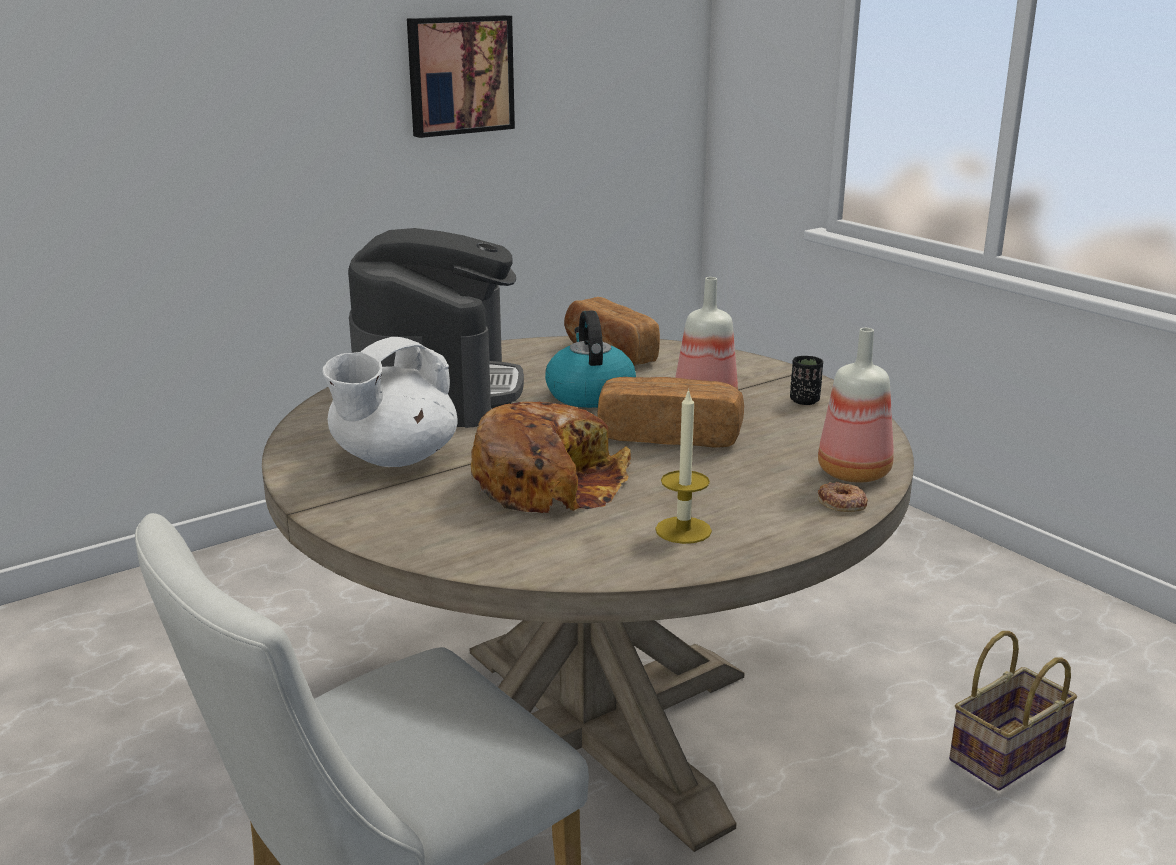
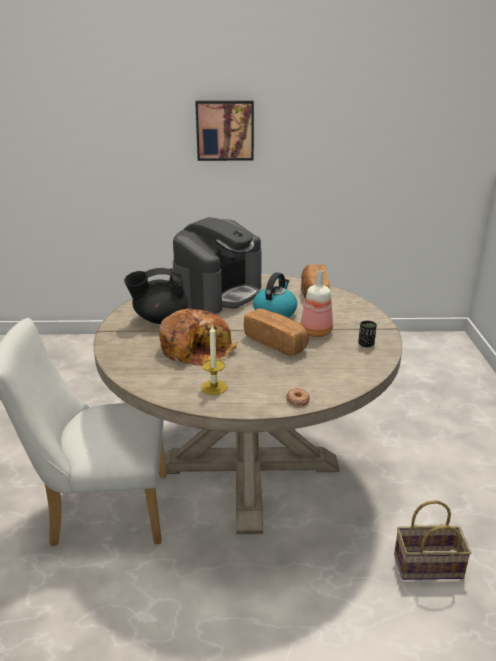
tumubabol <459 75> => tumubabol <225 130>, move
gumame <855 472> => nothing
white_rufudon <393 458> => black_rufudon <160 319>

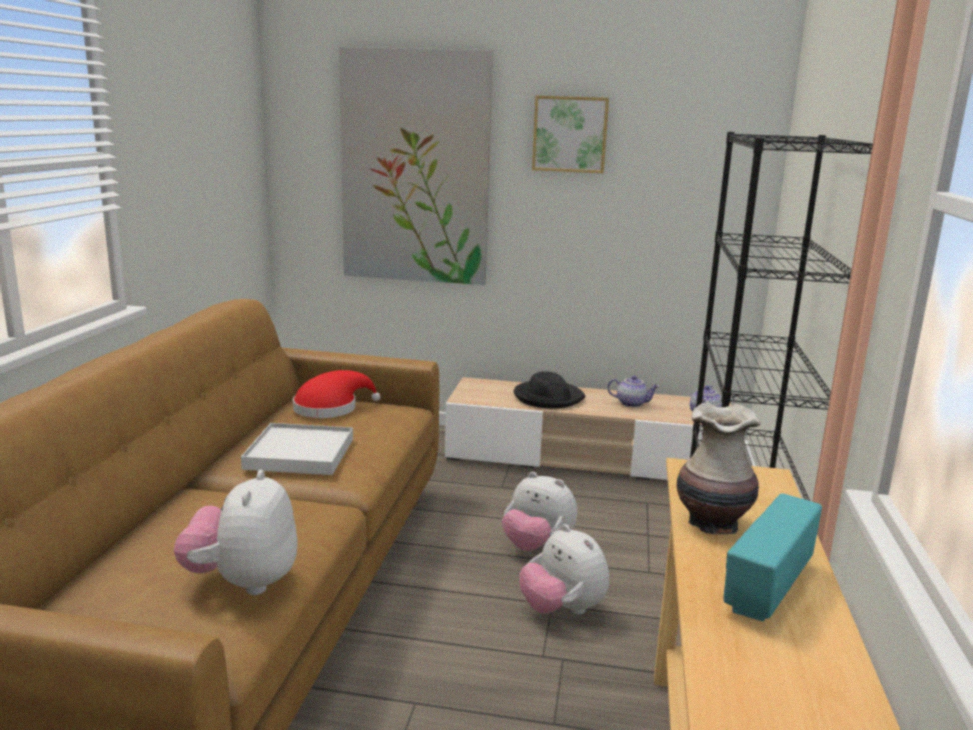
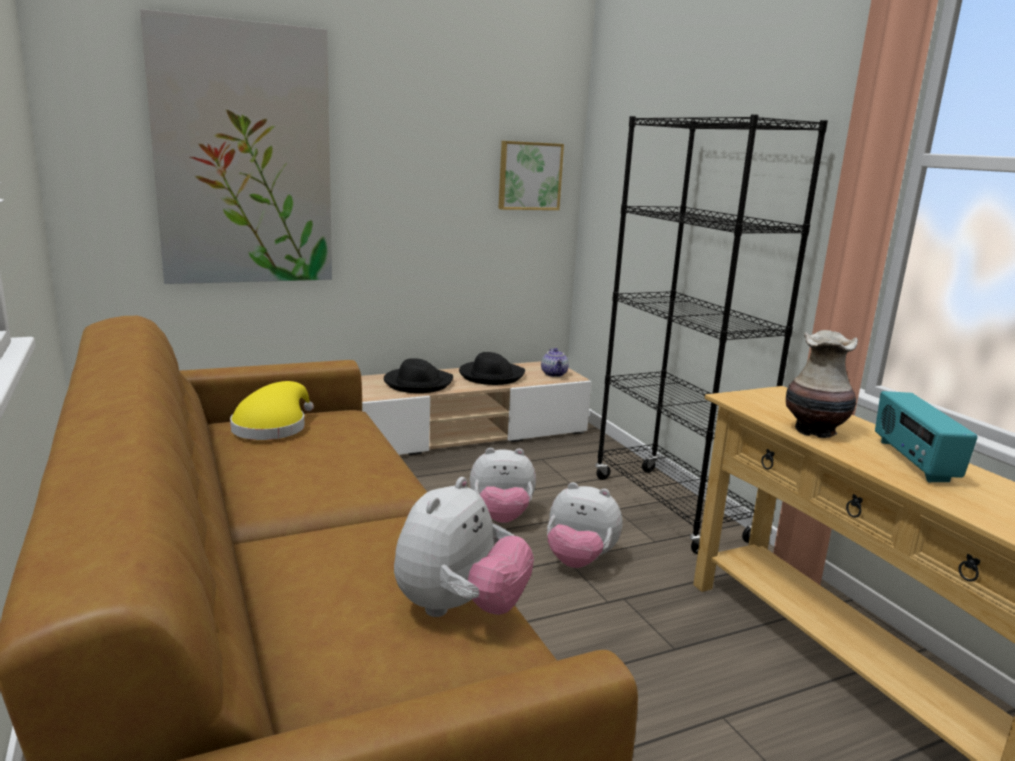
tumubabol <570 134> => tumubabol <529 176>, move
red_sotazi <330 408> => yellow_sotazi <272 427>
rufudon <632 403> => black_sotazi <491 376>
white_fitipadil <299 453> => nothing
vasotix <243 582> => vasotix <459 609>, 120 degrees counterclockwise

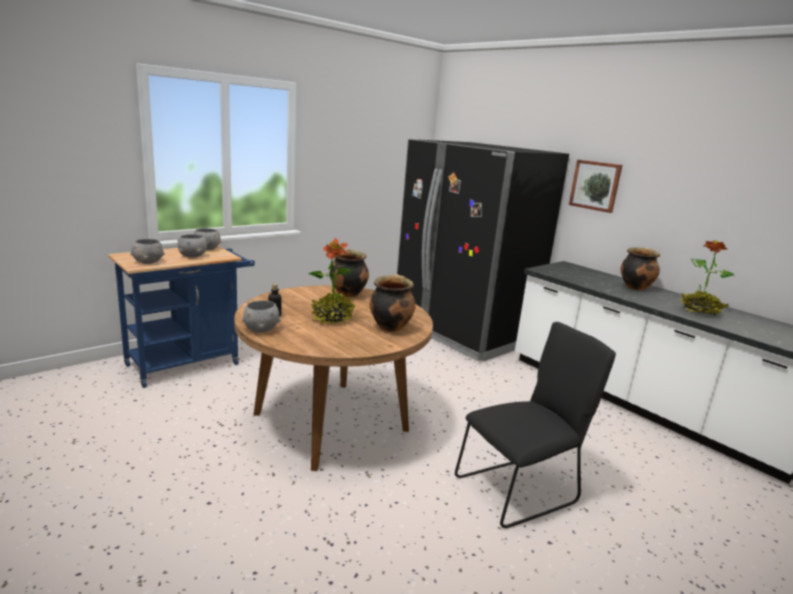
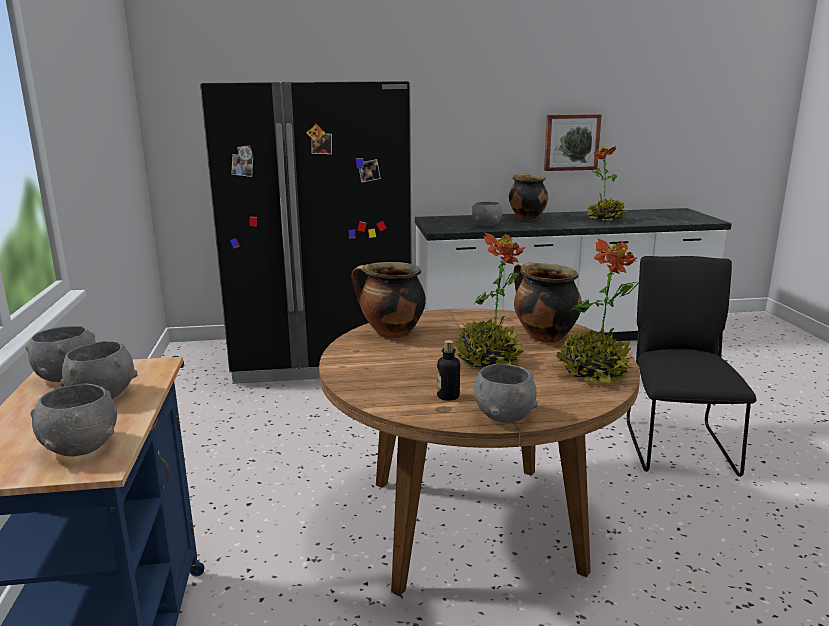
tumubabol <595 185> => tumubabol <571 142>, move
nothing => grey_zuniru <486 225>
nothing => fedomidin <593 373>

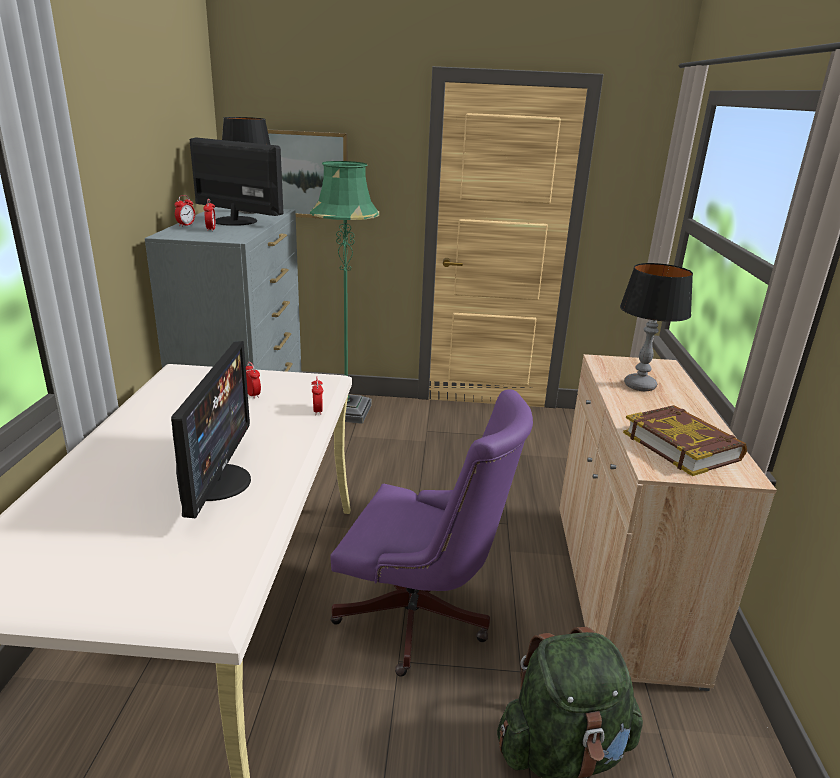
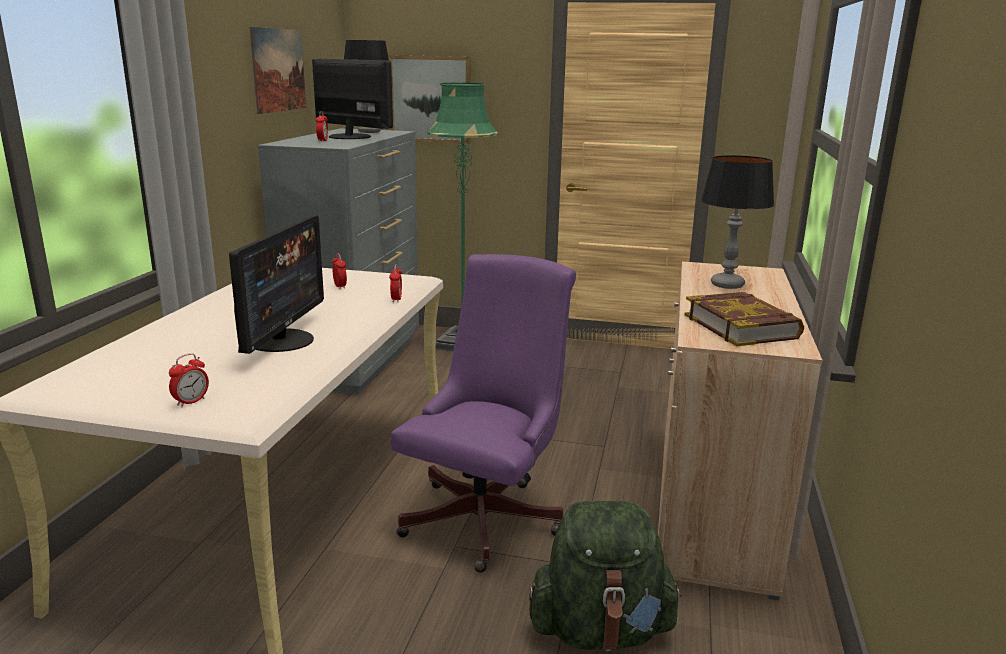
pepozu <186 225> => pepozu <191 402>, move
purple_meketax <421 619> => purple_meketax <488 516>, 90 degrees counterclockwise
nothing => tumubabol <278 70>

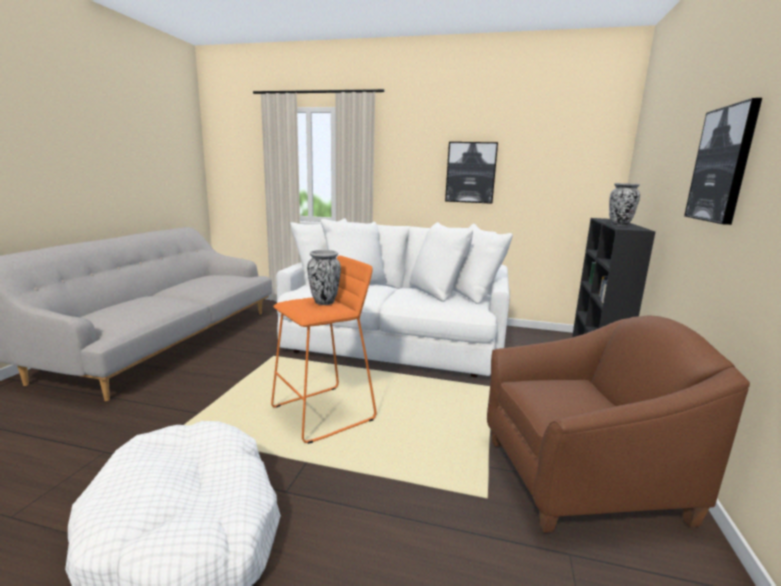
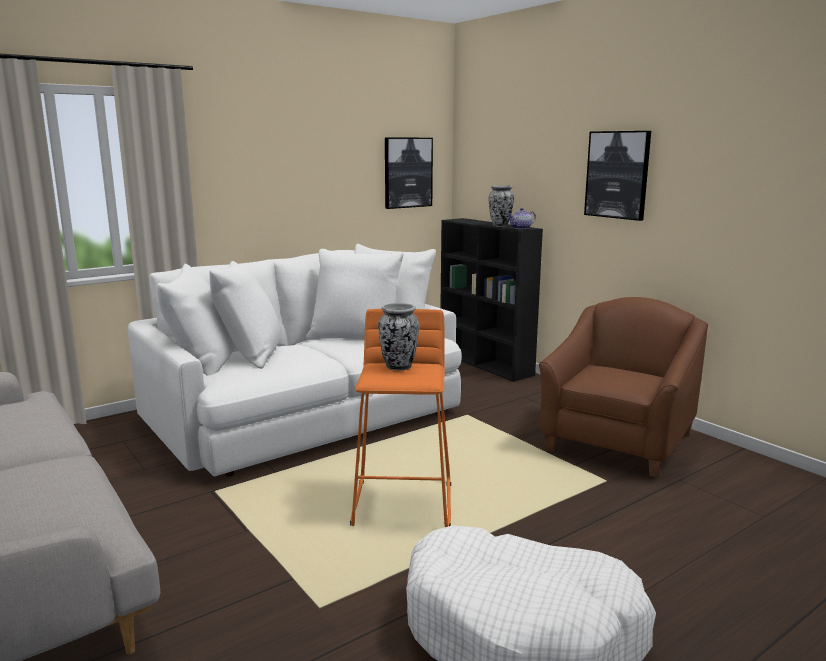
tumubabol <471 172> => tumubabol <407 172>, move
nothing => rufudon <521 228>

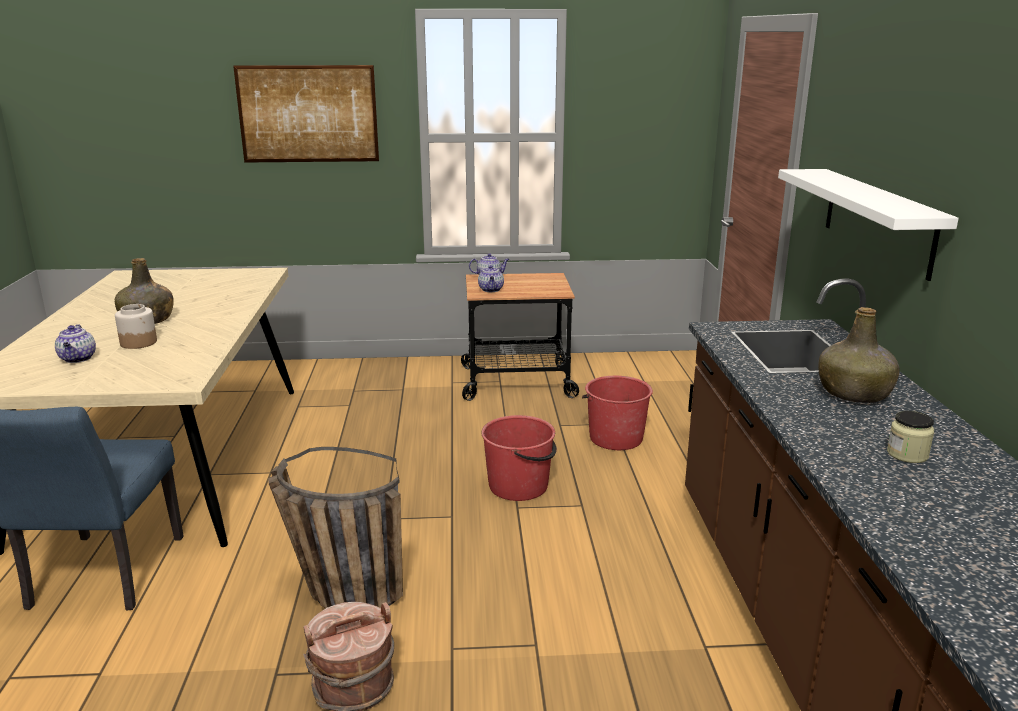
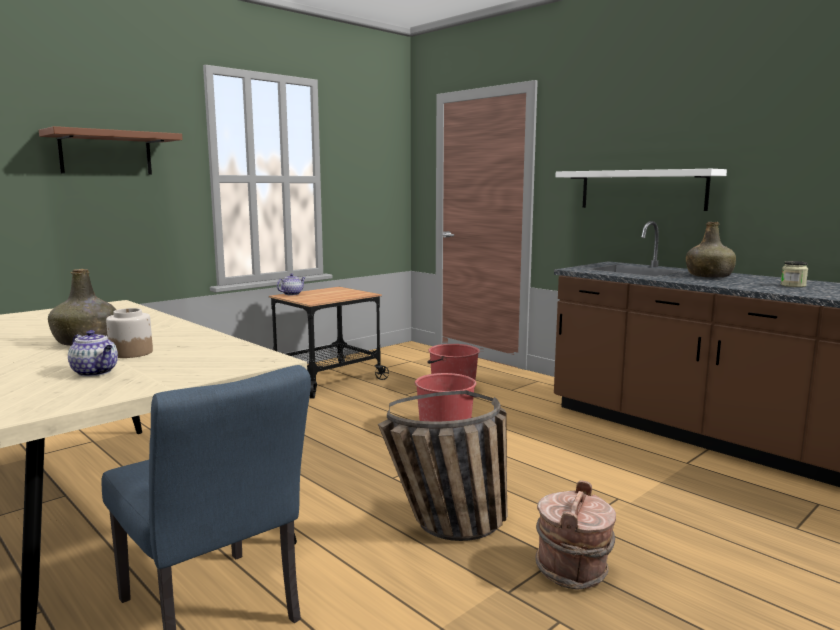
tumubabol <308 114> => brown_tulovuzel <106 153>
rufudon <491 290> => nothing

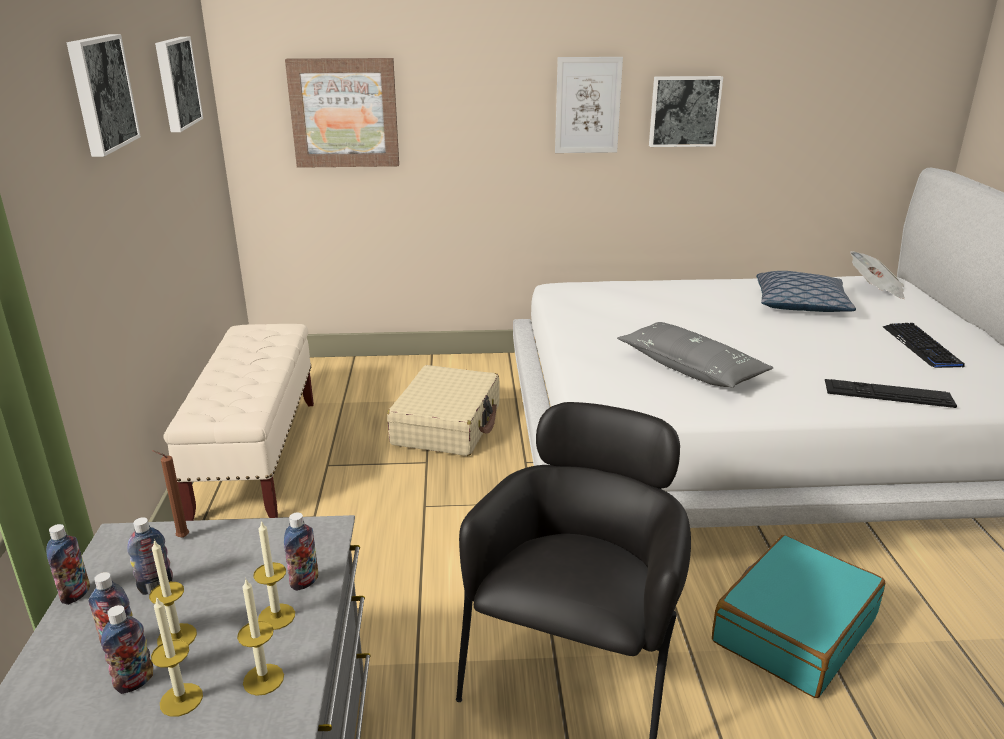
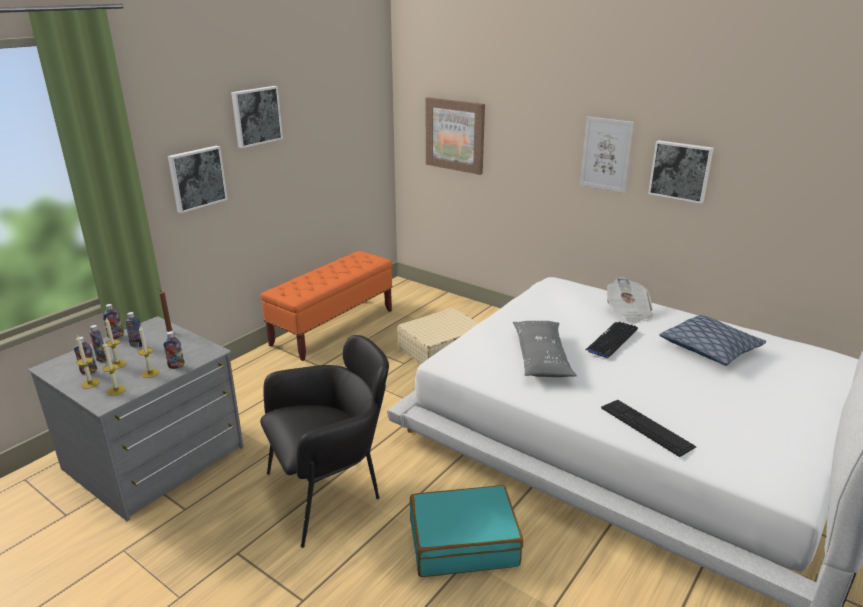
tumubabol <175 83> => tumubabol <197 178>, move
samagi <875 290> => samagi <628 312>, move
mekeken <921 346> => mekeken <612 340>, move
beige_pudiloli <257 457> => orange_pudiloli <333 327>

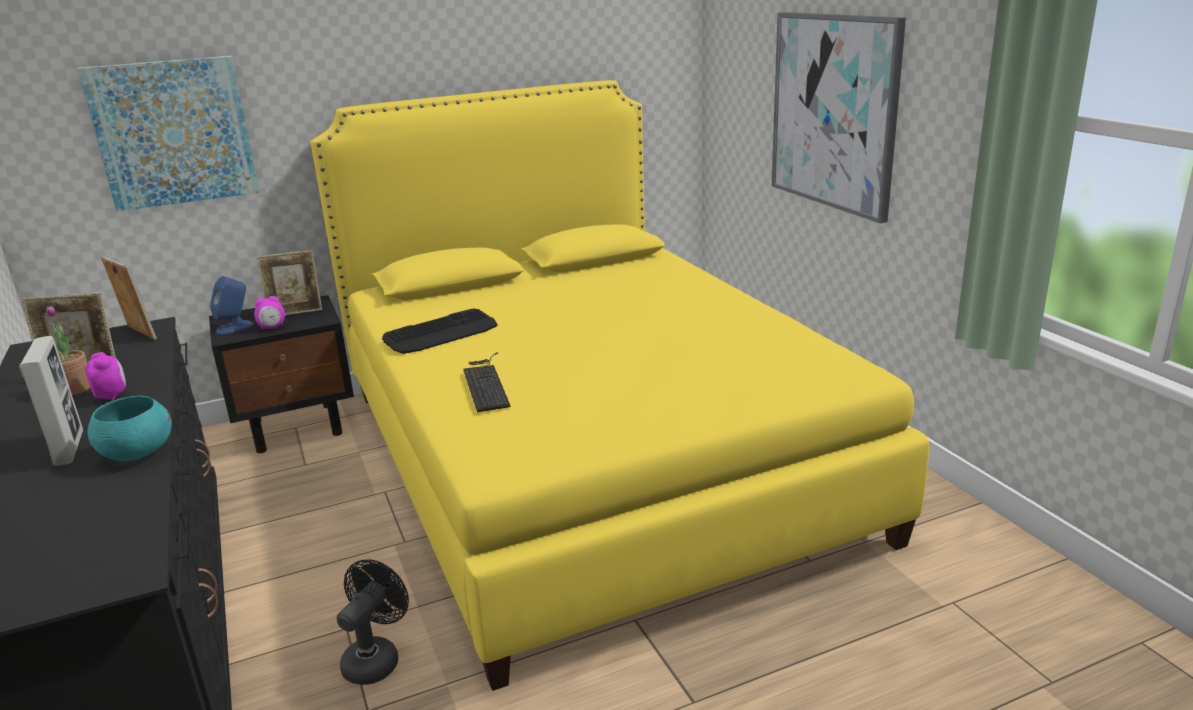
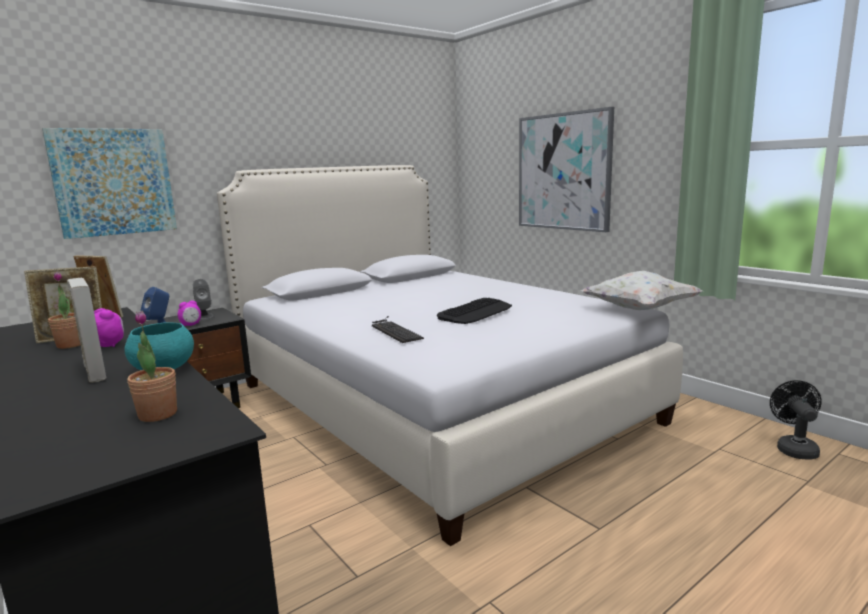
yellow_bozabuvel <586 459> => white_bozabuvel <433 402>
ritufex <296 313> => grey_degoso <204 317>
mekeken <441 333> => mekeken <476 312>, move
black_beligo <376 658> => black_beligo <794 448>, move
nothing => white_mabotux <639 310>
nothing => fedomidin <158 414>

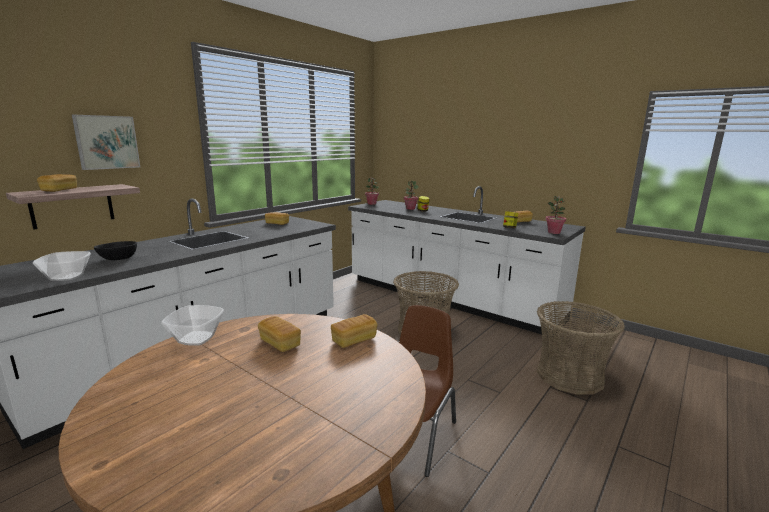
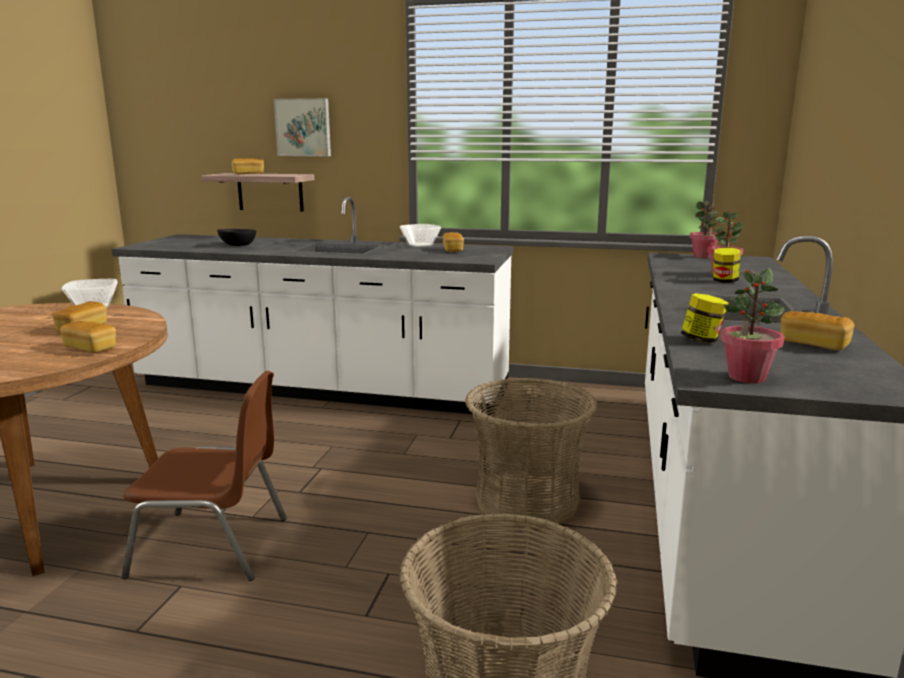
zuniru <67 277> => zuniru <420 245>, move

